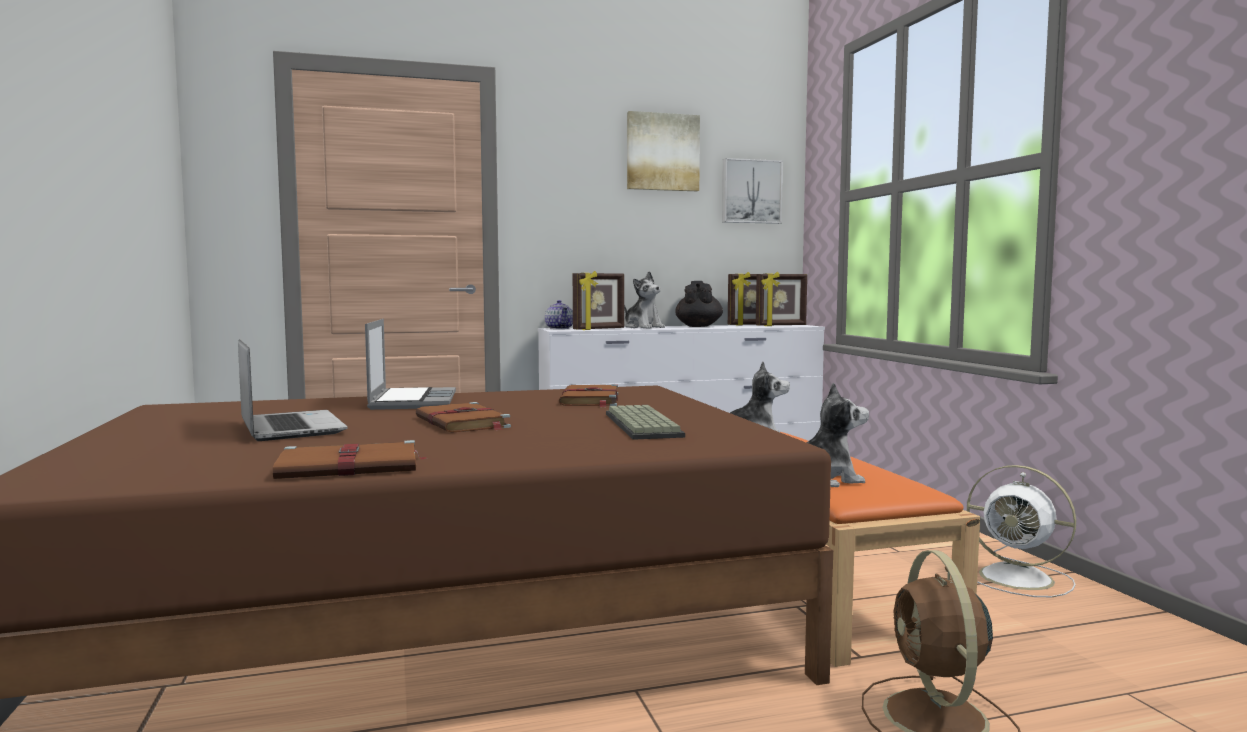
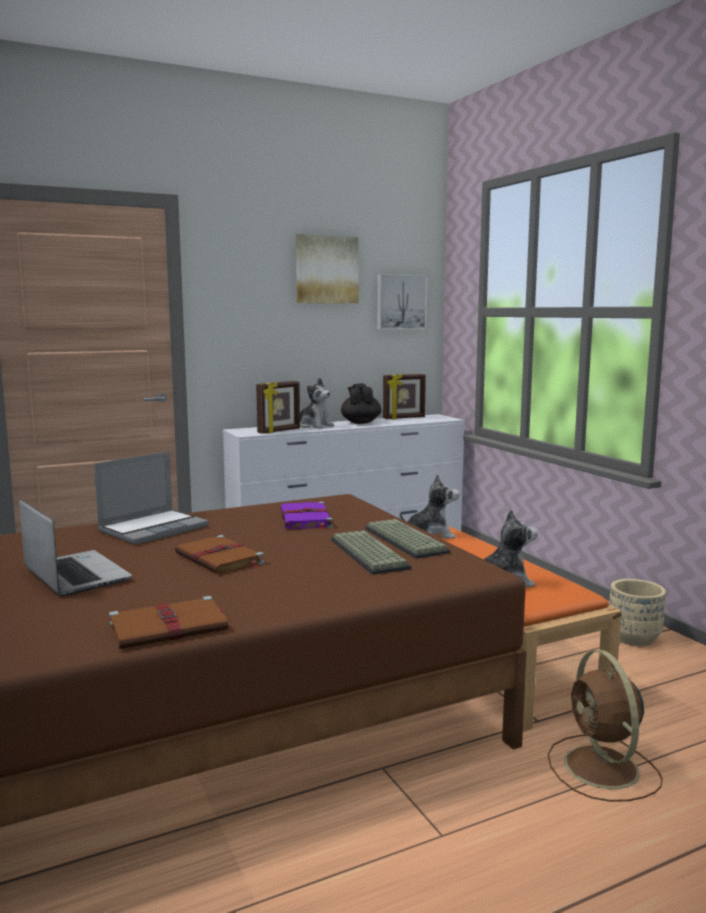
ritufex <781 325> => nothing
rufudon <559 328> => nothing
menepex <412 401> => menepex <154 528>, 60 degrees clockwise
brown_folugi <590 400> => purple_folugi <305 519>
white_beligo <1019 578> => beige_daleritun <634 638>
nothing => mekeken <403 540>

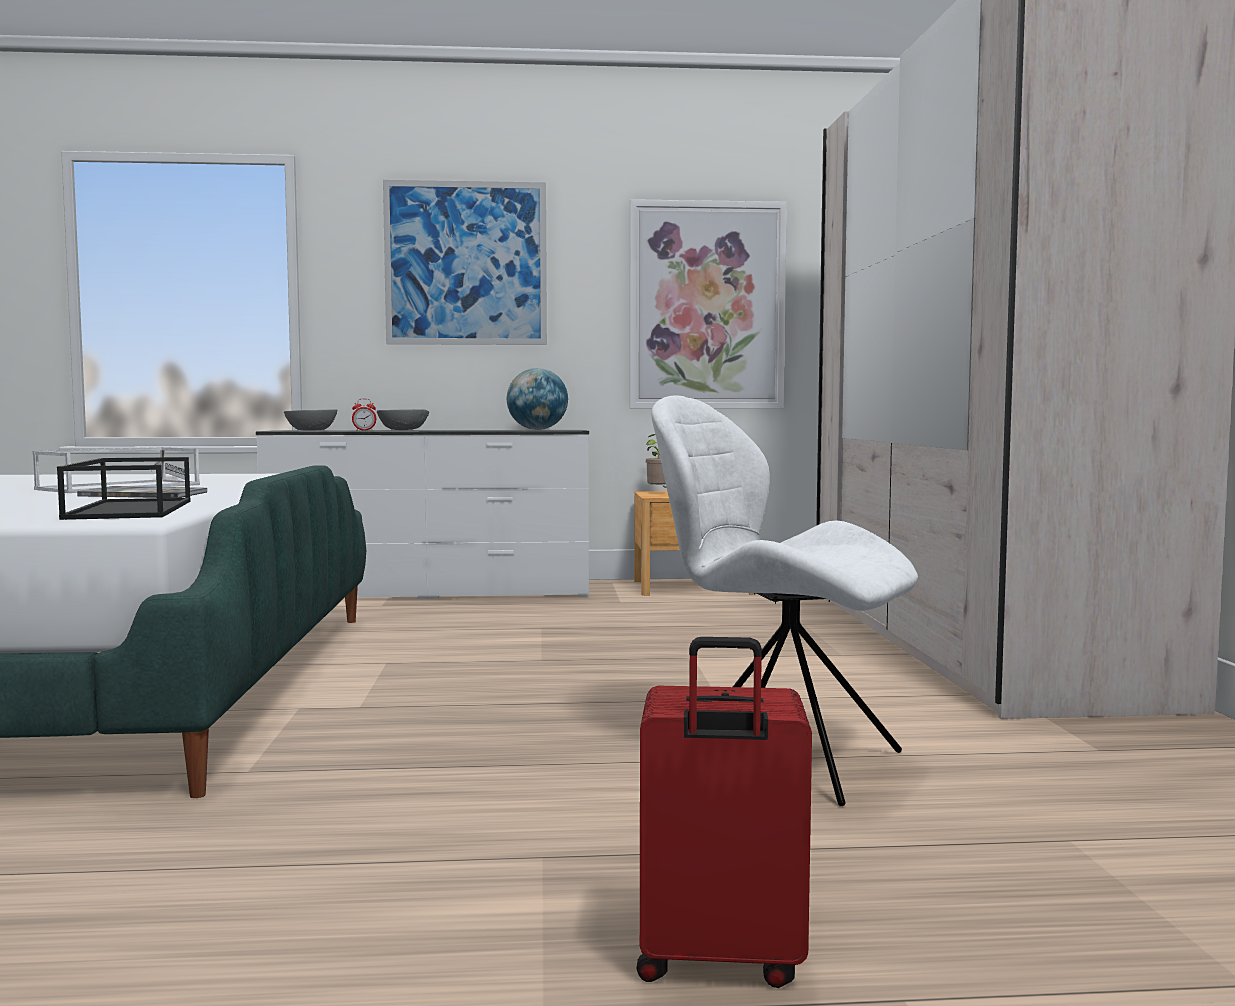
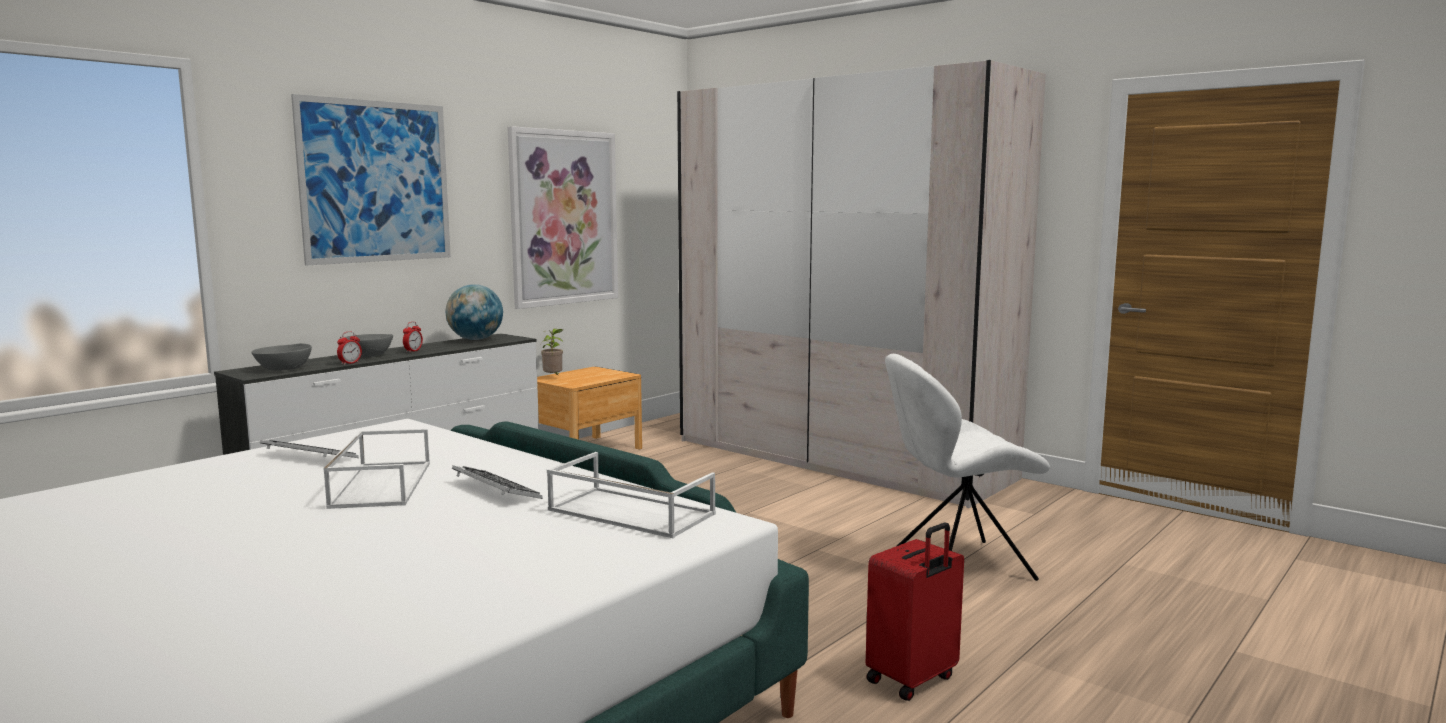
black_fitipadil <128 509> => white_fitipadil <628 512>
folugi <144 495> => mekeken <495 490>
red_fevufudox <719 961> => red_fevufudox <913 680>, move
nothing => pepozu <413 351>

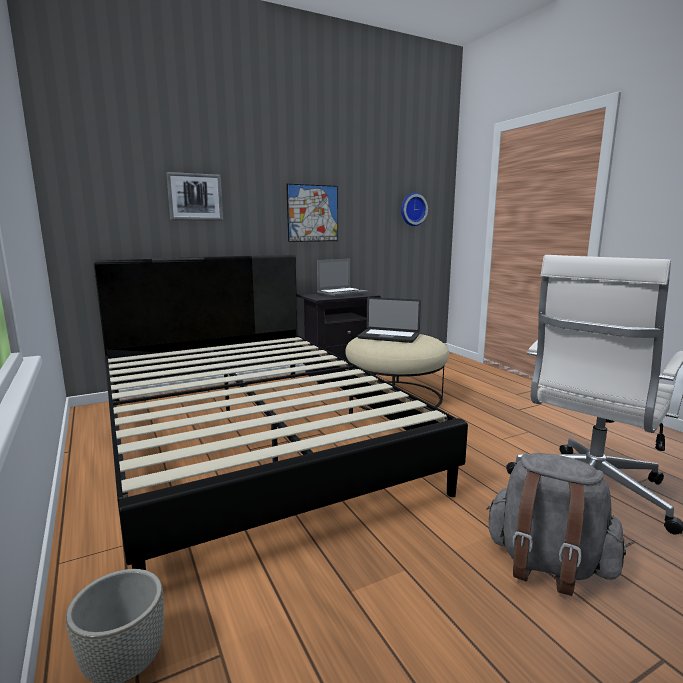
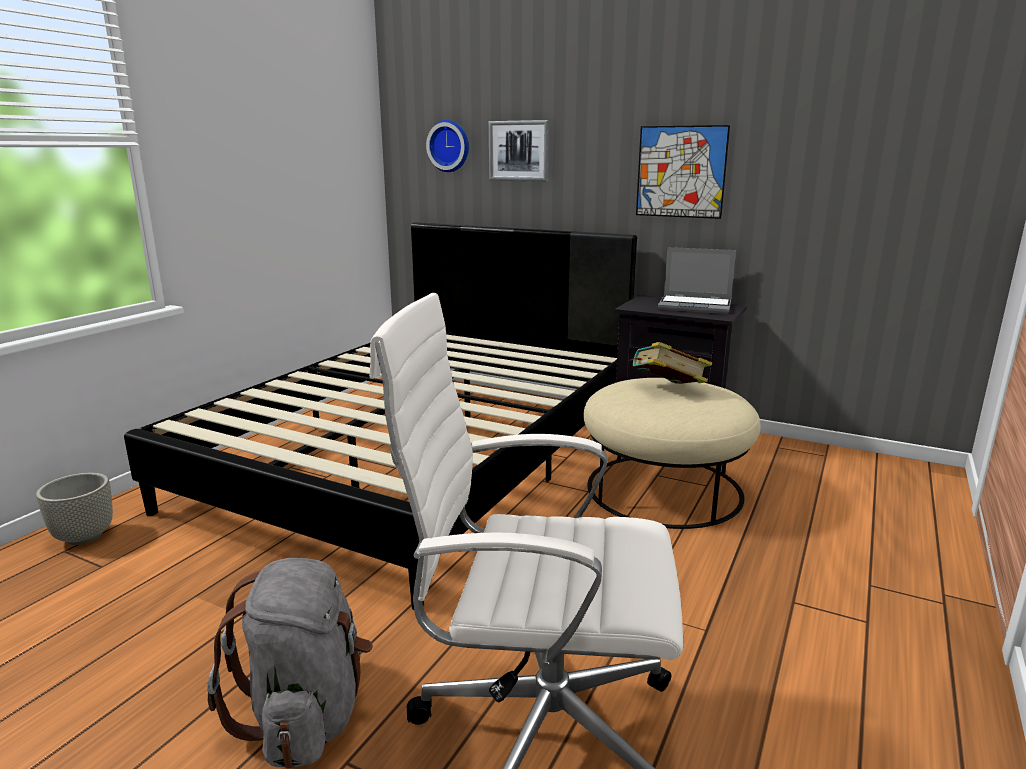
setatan <412 209> => setatan <449 146>, move
menepex <388 337> => folugi <667 390>

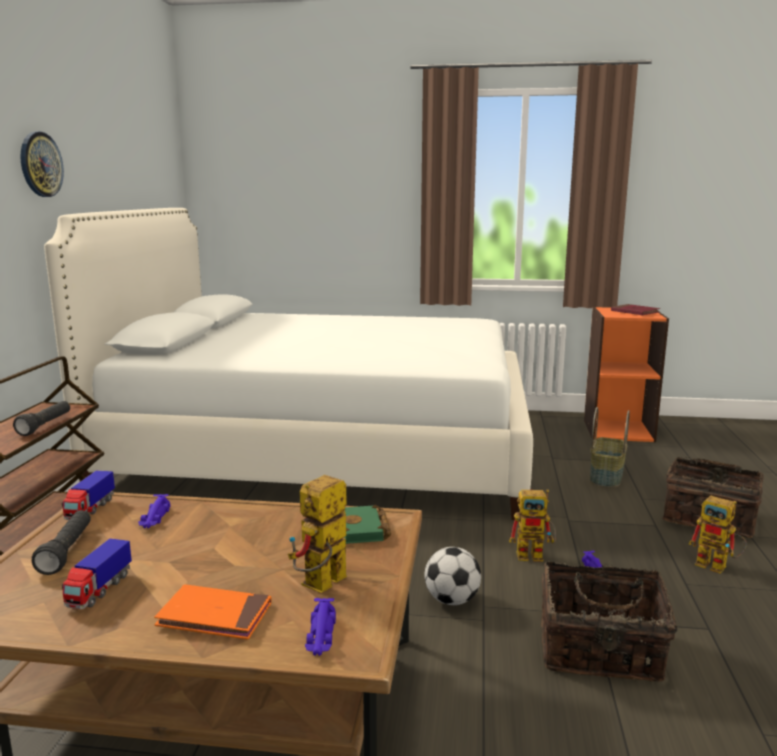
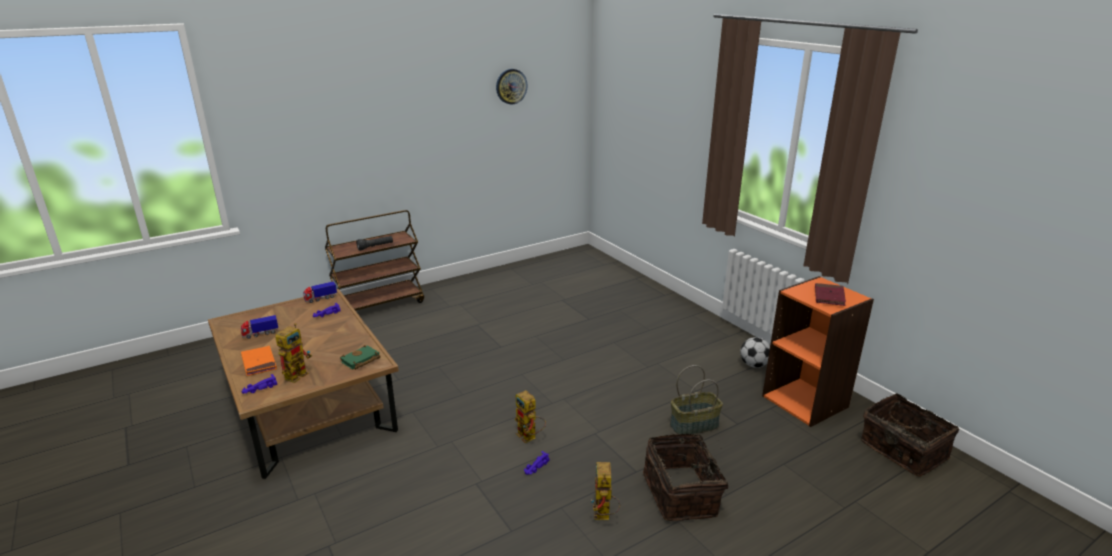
setatan <40 164> => setatan <511 86>, move
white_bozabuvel <325 450> => nothing
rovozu <321 587> => rovozu <298 373>, 120 degrees clockwise
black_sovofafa <67 552> => nothing
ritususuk <451 600> => ritususuk <754 365>, move
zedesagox <600 651> => zedesagox <901 451>, move

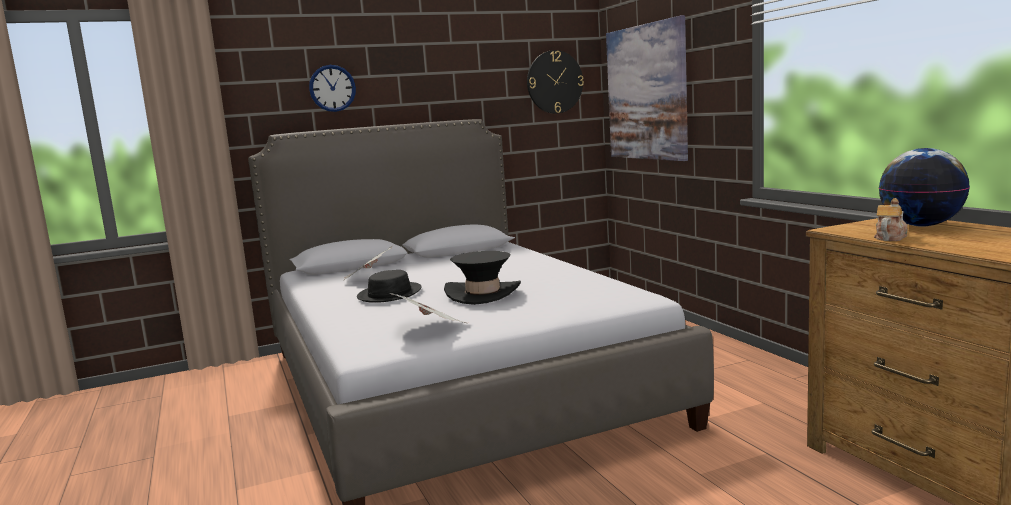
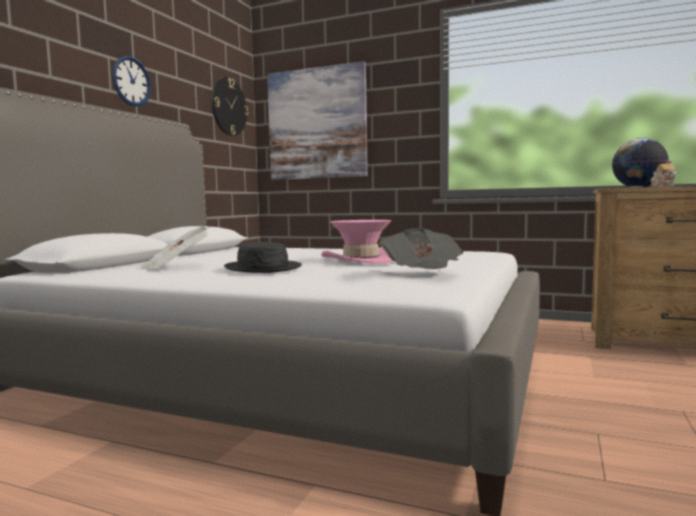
setatan <332 88> => setatan <131 81>, move
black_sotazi <483 293> => pink_sotazi <361 260>

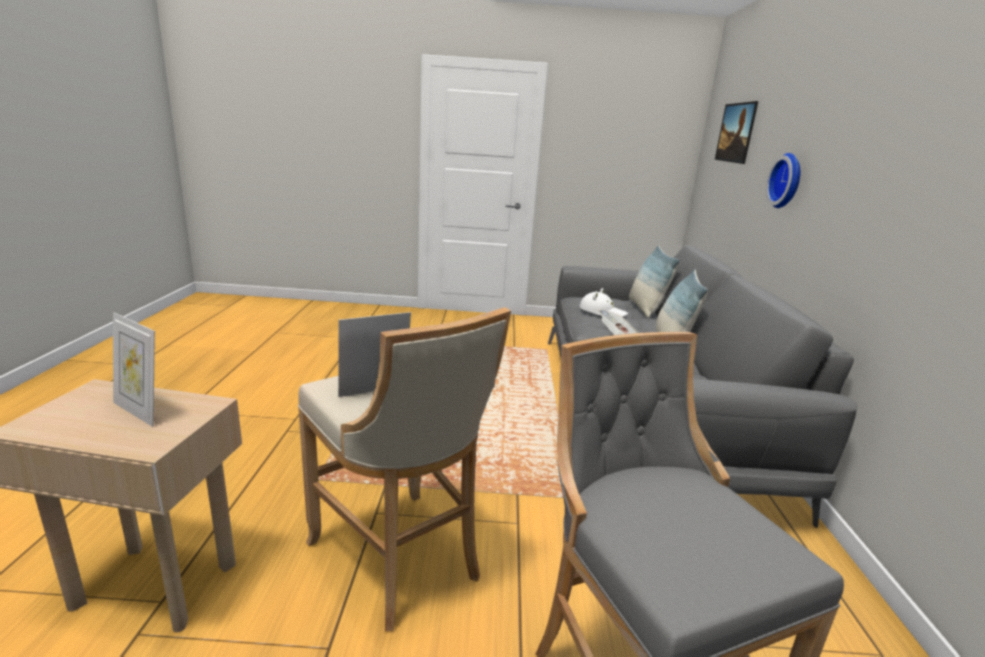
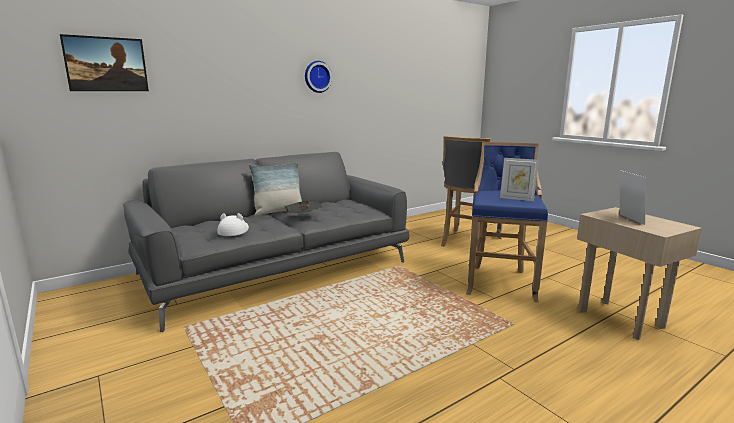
setatan <788 181> => setatan <317 77>, move
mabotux <645 309> => nothing
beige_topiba <400 560> => blue_topiba <500 282>

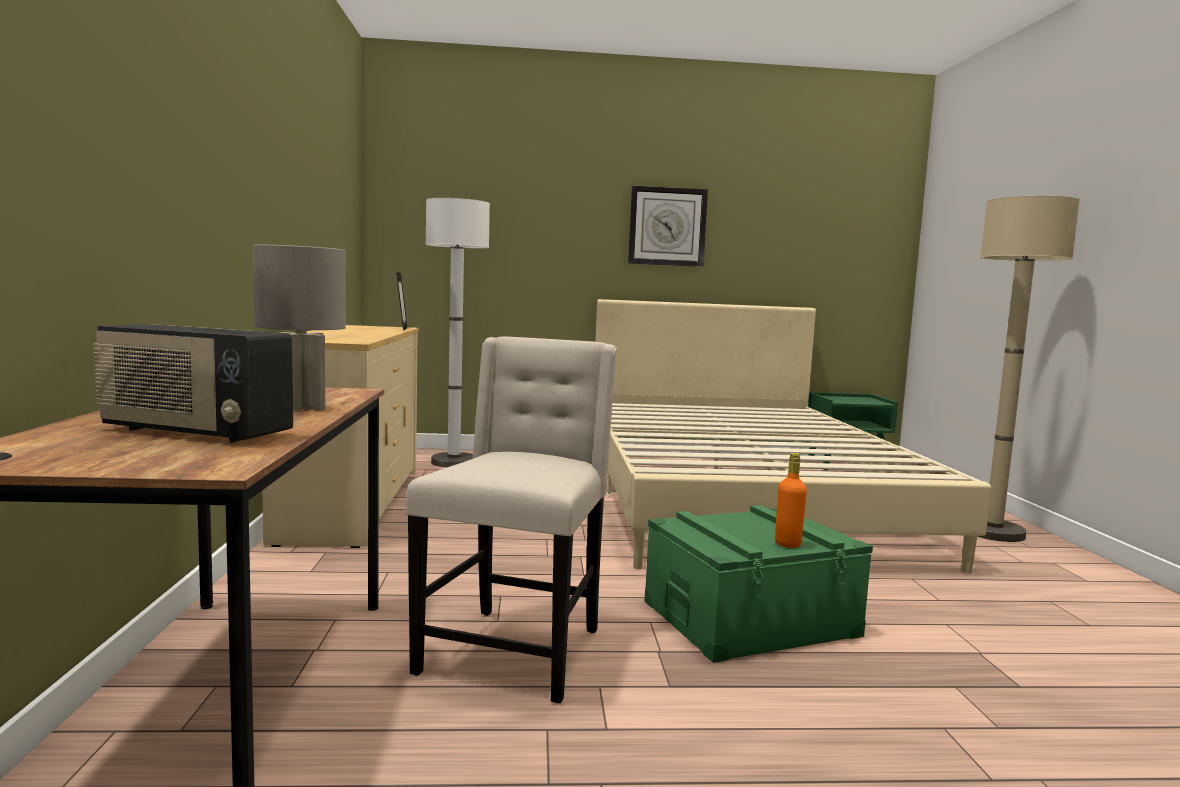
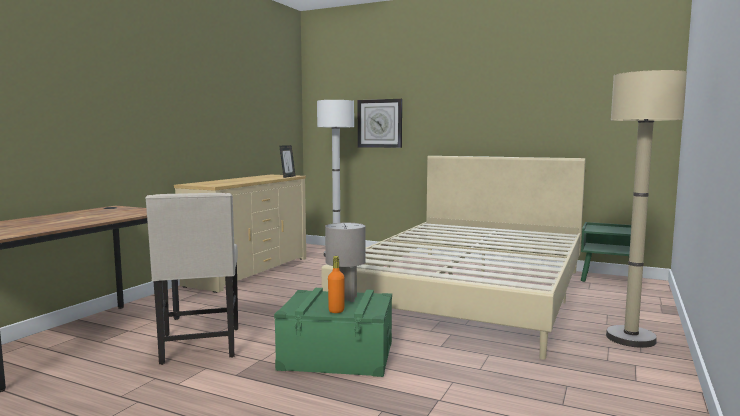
setatan <667 226> => setatan <380 123>, move
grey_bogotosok <303 407> => grey_bogotosok <346 298>, move
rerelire <195 432> => nothing
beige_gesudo <515 650> => beige_gesudo <200 346>, 120 degrees clockwise

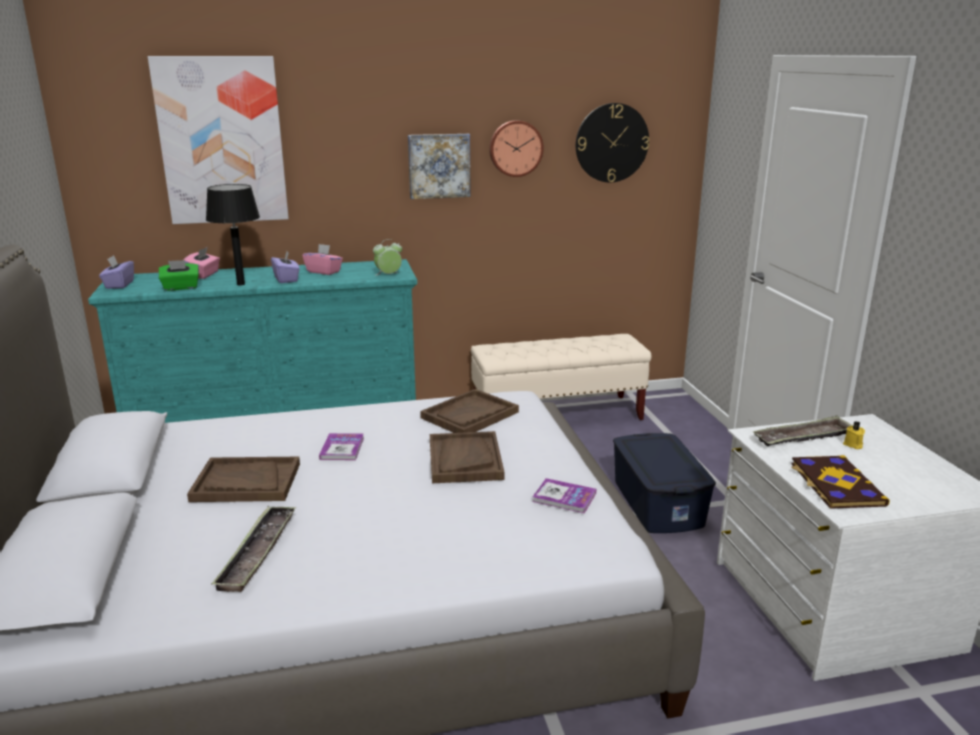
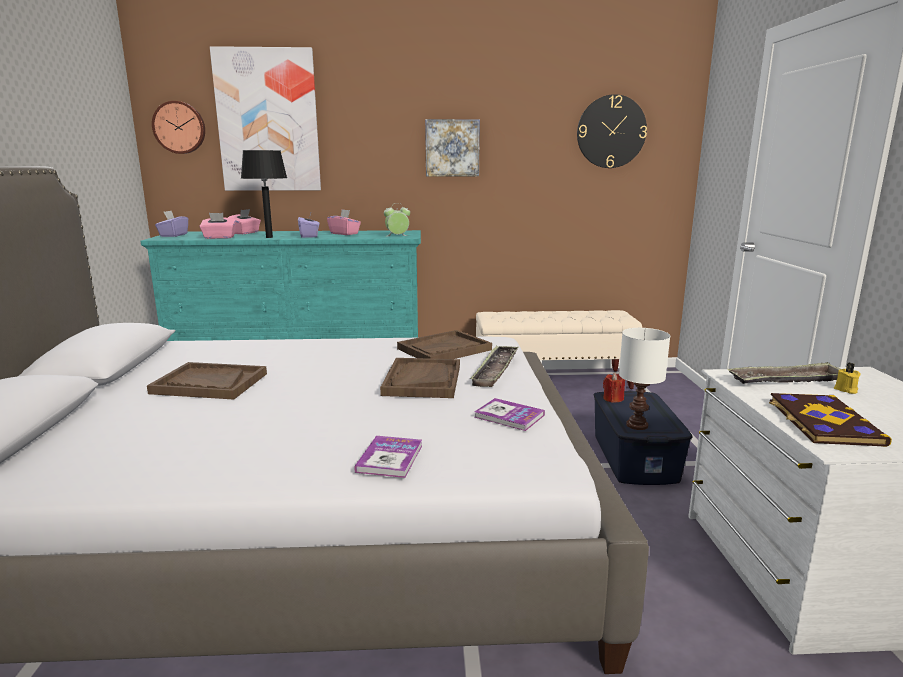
setatan <515 148> => setatan <180 127>, move
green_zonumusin <181 287> => pink_zonumusin <219 237>
folugi <342 448> => folugi <390 458>, move
fitipadil <257 552> => fitipadil <495 370>, move
nothing => white_bogotosok <637 425>
nothing => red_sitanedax <613 399>

